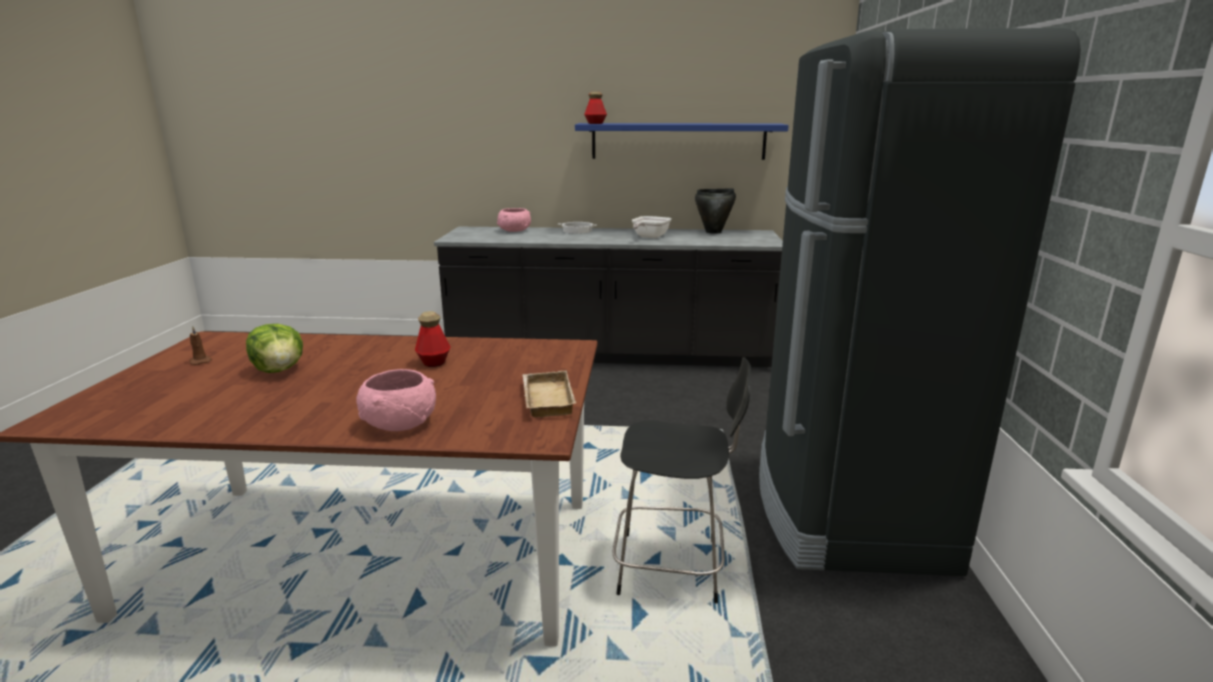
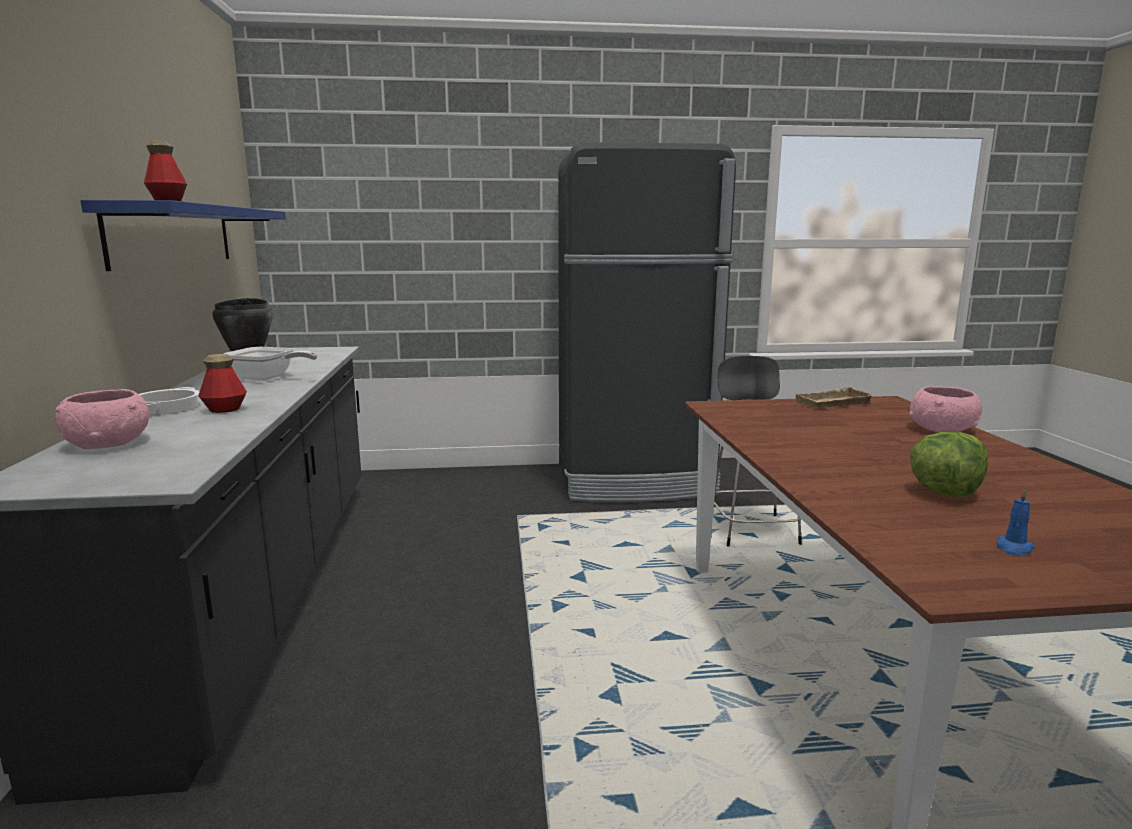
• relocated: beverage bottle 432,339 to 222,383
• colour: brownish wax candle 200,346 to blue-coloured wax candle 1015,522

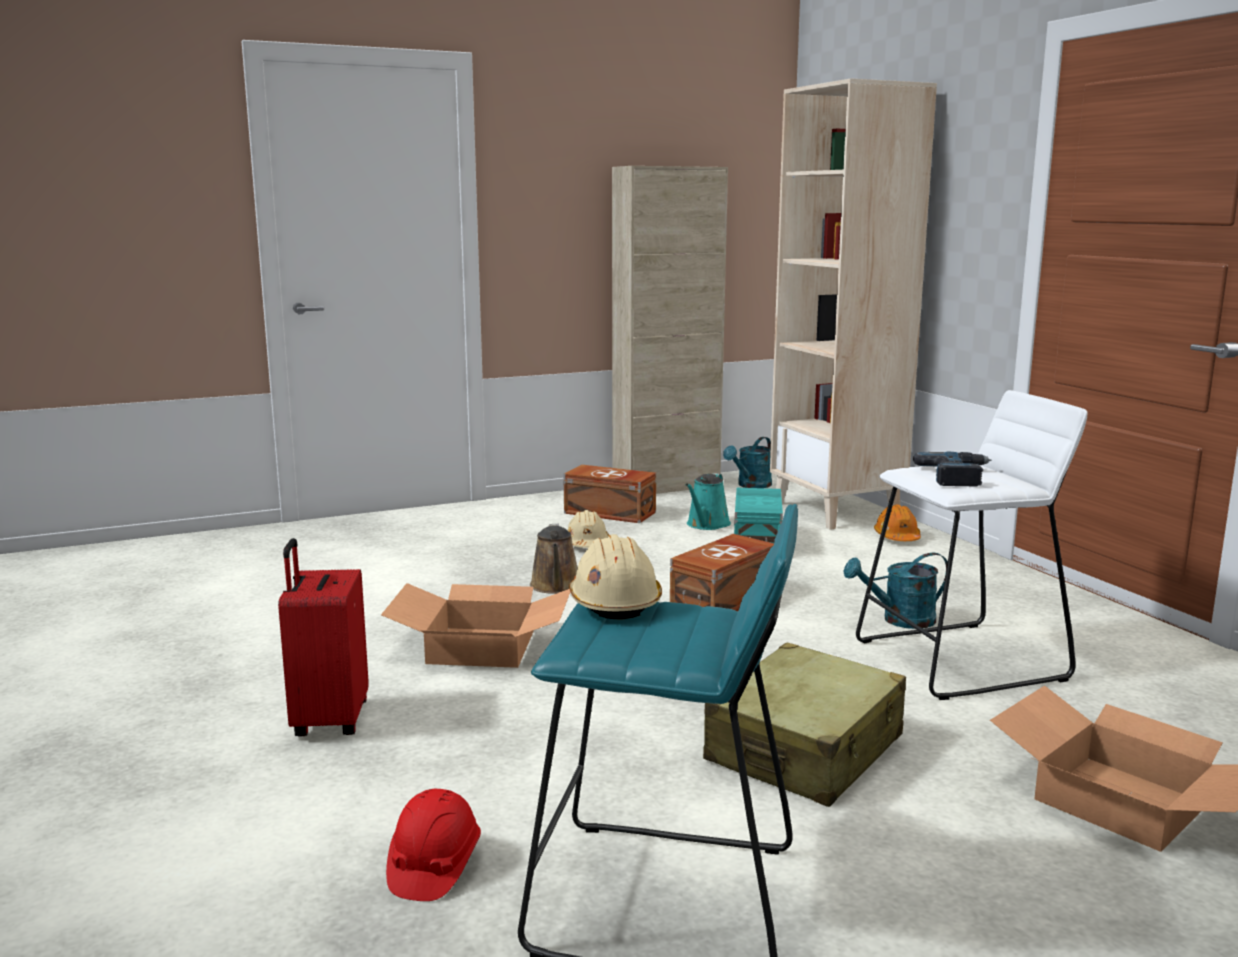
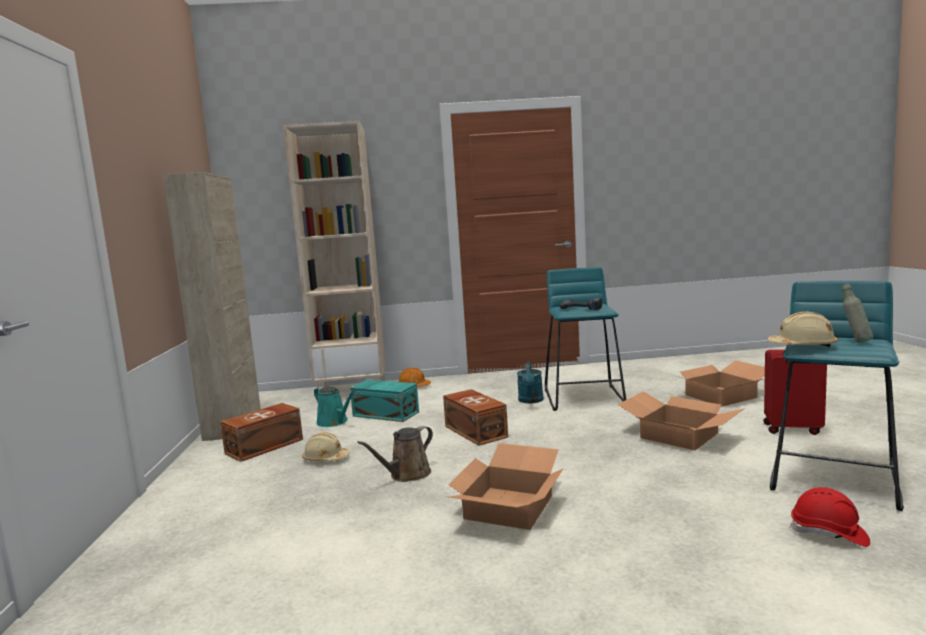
• spun: brownish watering can 554,558 = 395,454 120 degrees clockwise
• colour: whitish stool seat 971,545 to turquoise-coloured stool seat 585,339
• exchanged: beige-coloured piece of luggage 804,724 to packing box 680,420
• relocated: reddish piece of luggage 323,637 to 795,392
• appeared: gray beverage bottle 857,313
• missing: turquoise-coloured watering can 747,462

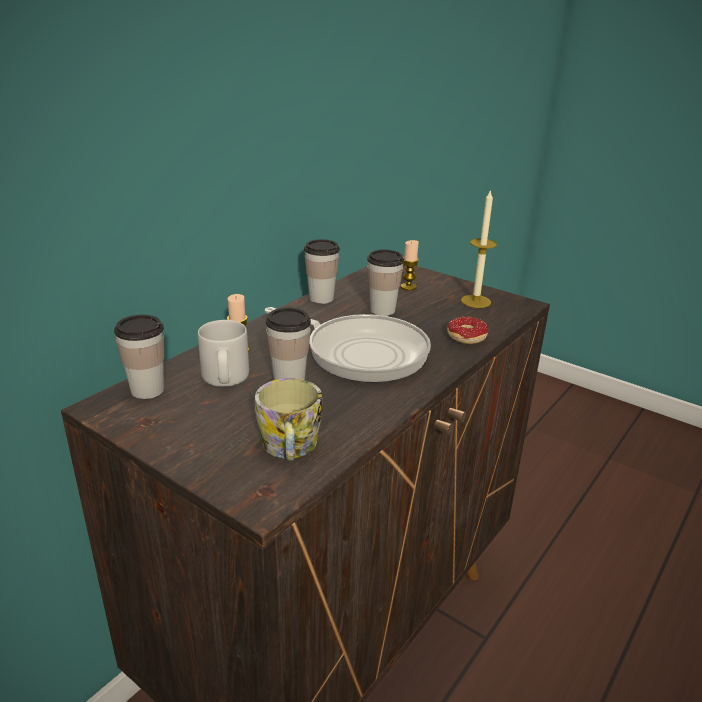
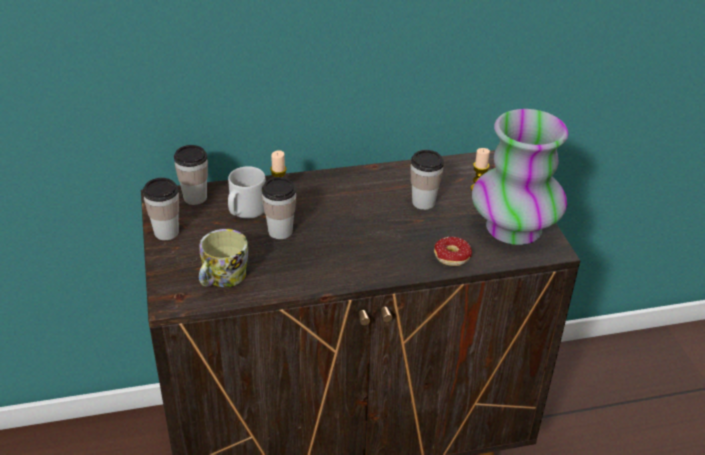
• relocated: cup 322,271 to 161,209
• exchanged: wax candle 479,248 to decorative vase 520,177
• missing: skillet 348,345

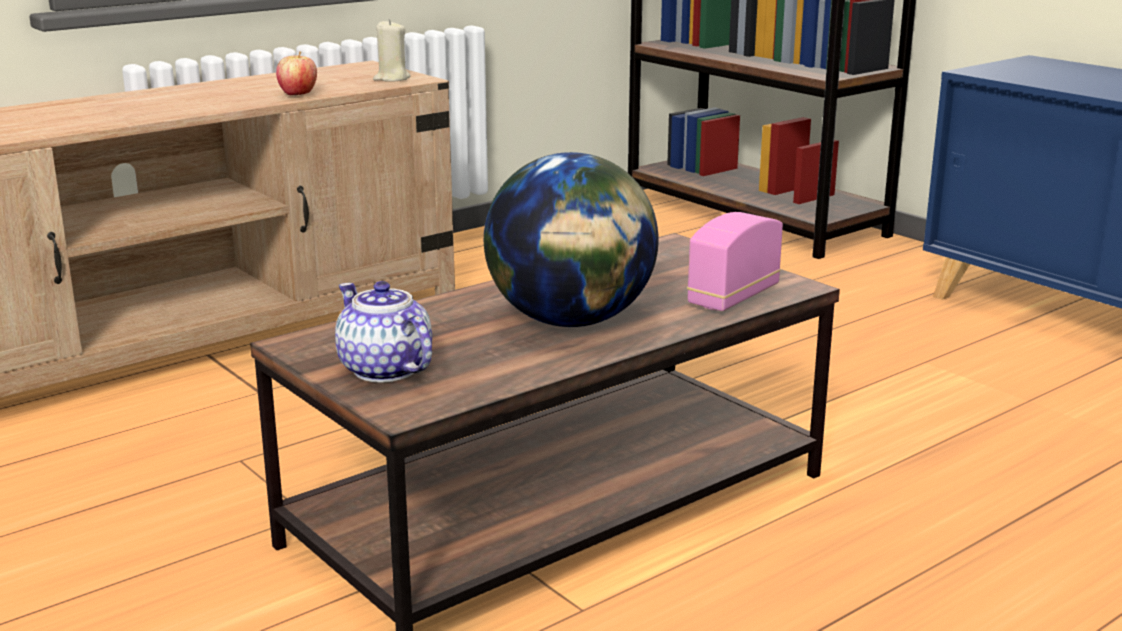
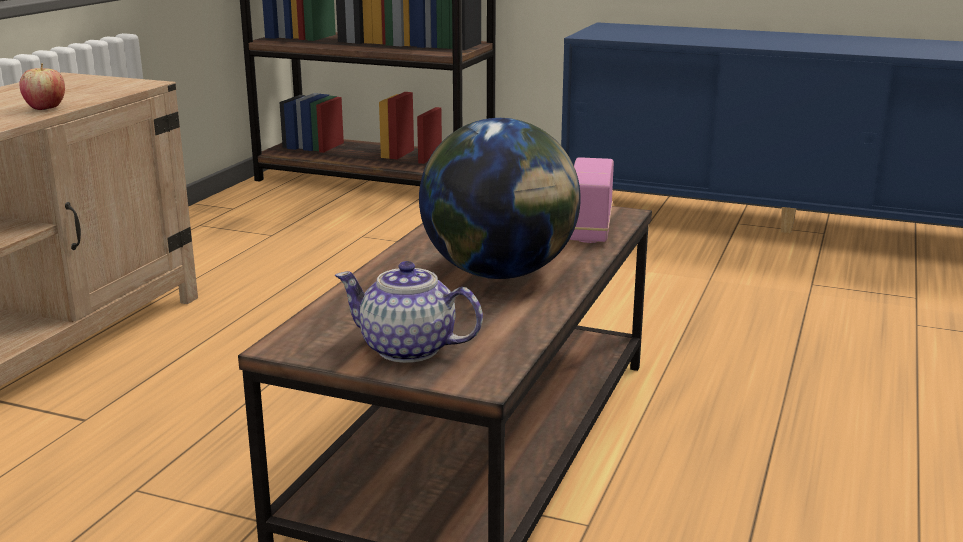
• missing: beige-coloured wax candle 391,50

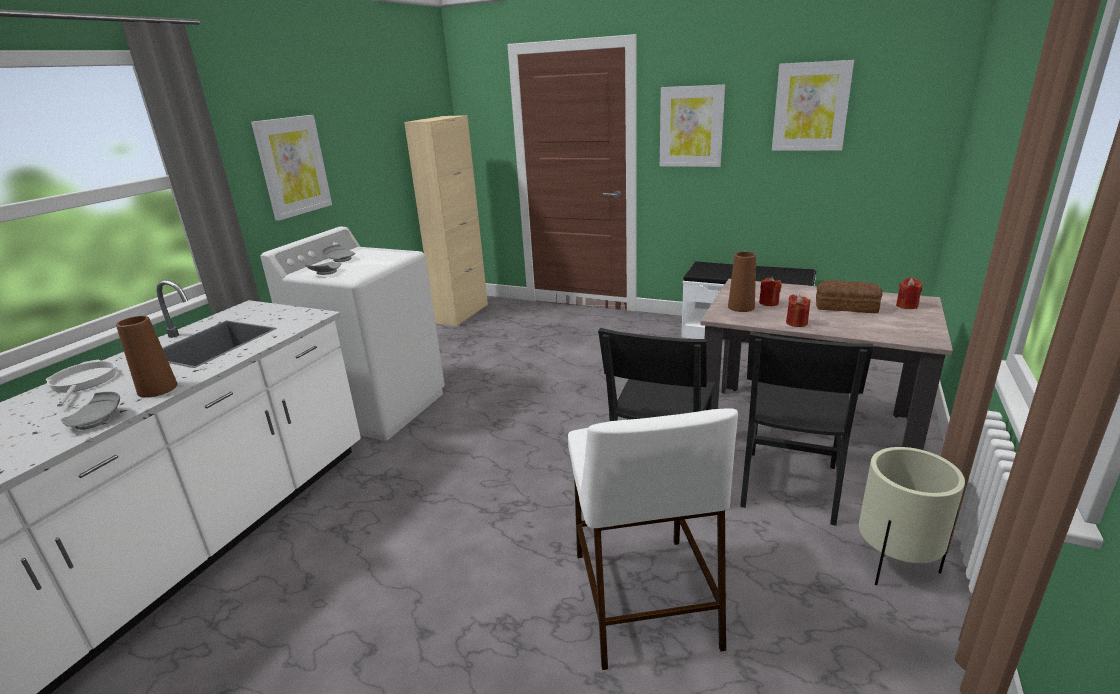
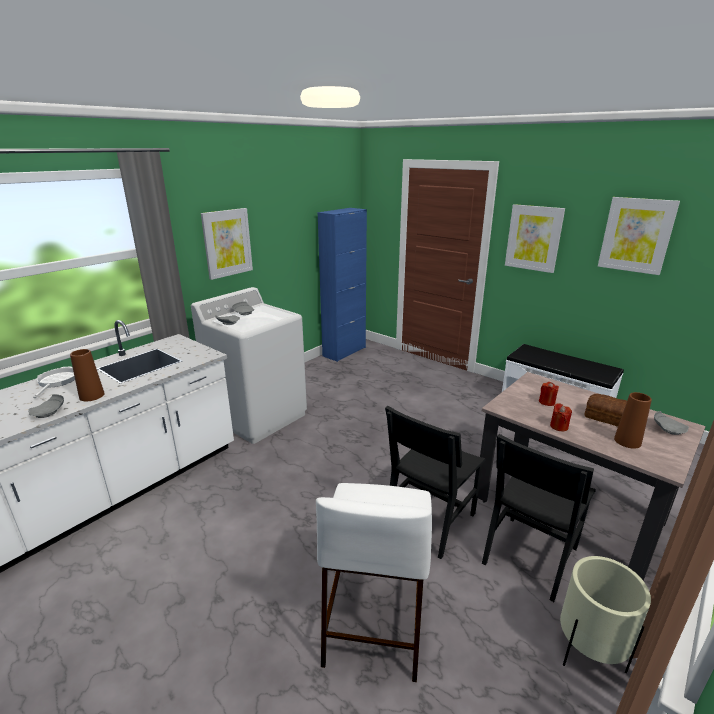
• colour: beige-coloured cupboard 446,220 to blue-coloured cupboard 342,285
• relocated: brownish decorative vase 742,282 to 633,420
• exchanged: reddish wax candle 909,293 to gray plate 671,423

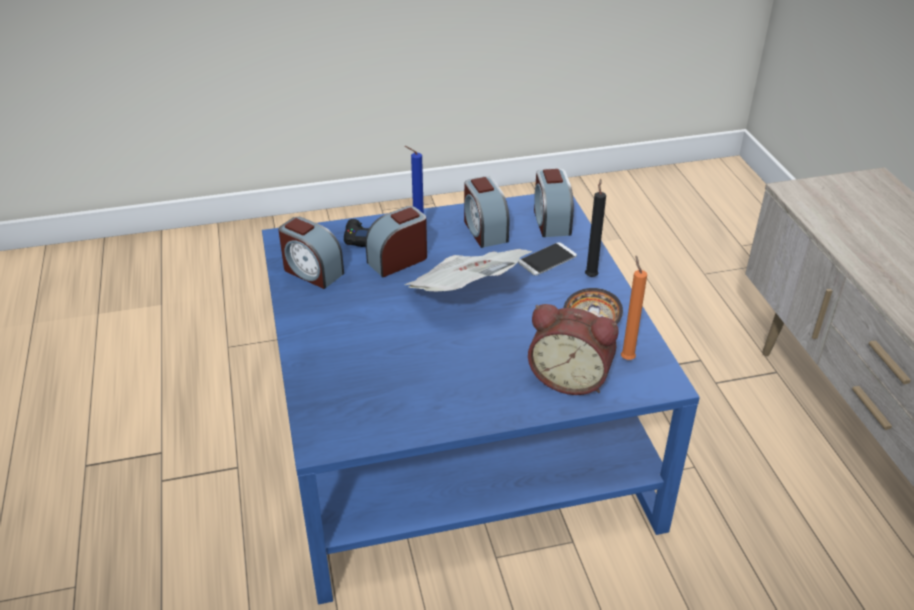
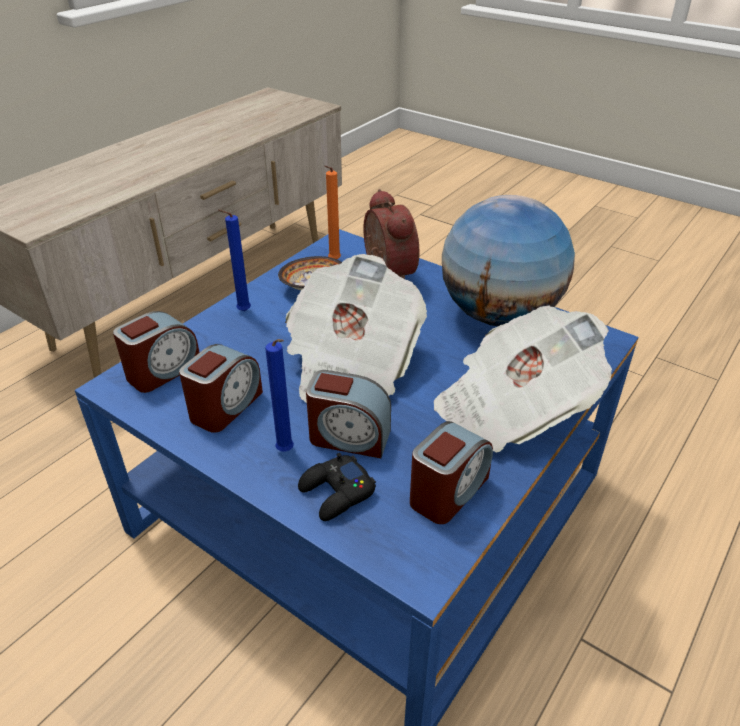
• colour: black wax candle 595,228 to blue-coloured wax candle 234,260
• spun: alarm clock 311,253 = 451,472 45 degrees clockwise
• appeared: printed paper 523,379
• appeared: desk globe 508,260
• missing: telephone 547,258

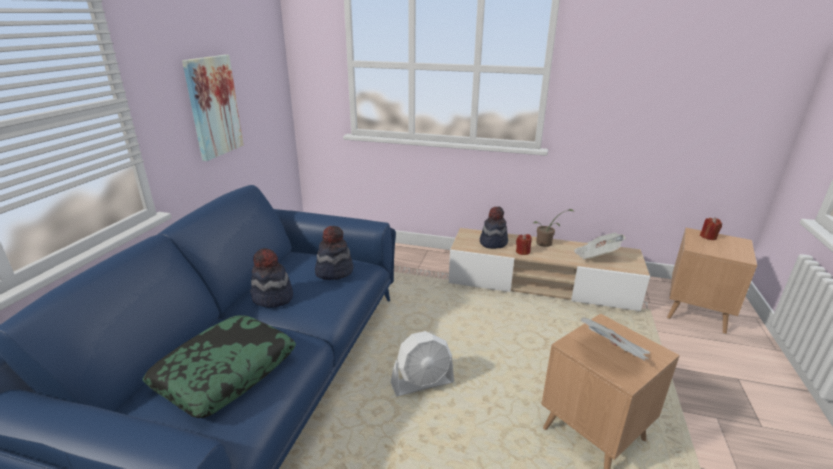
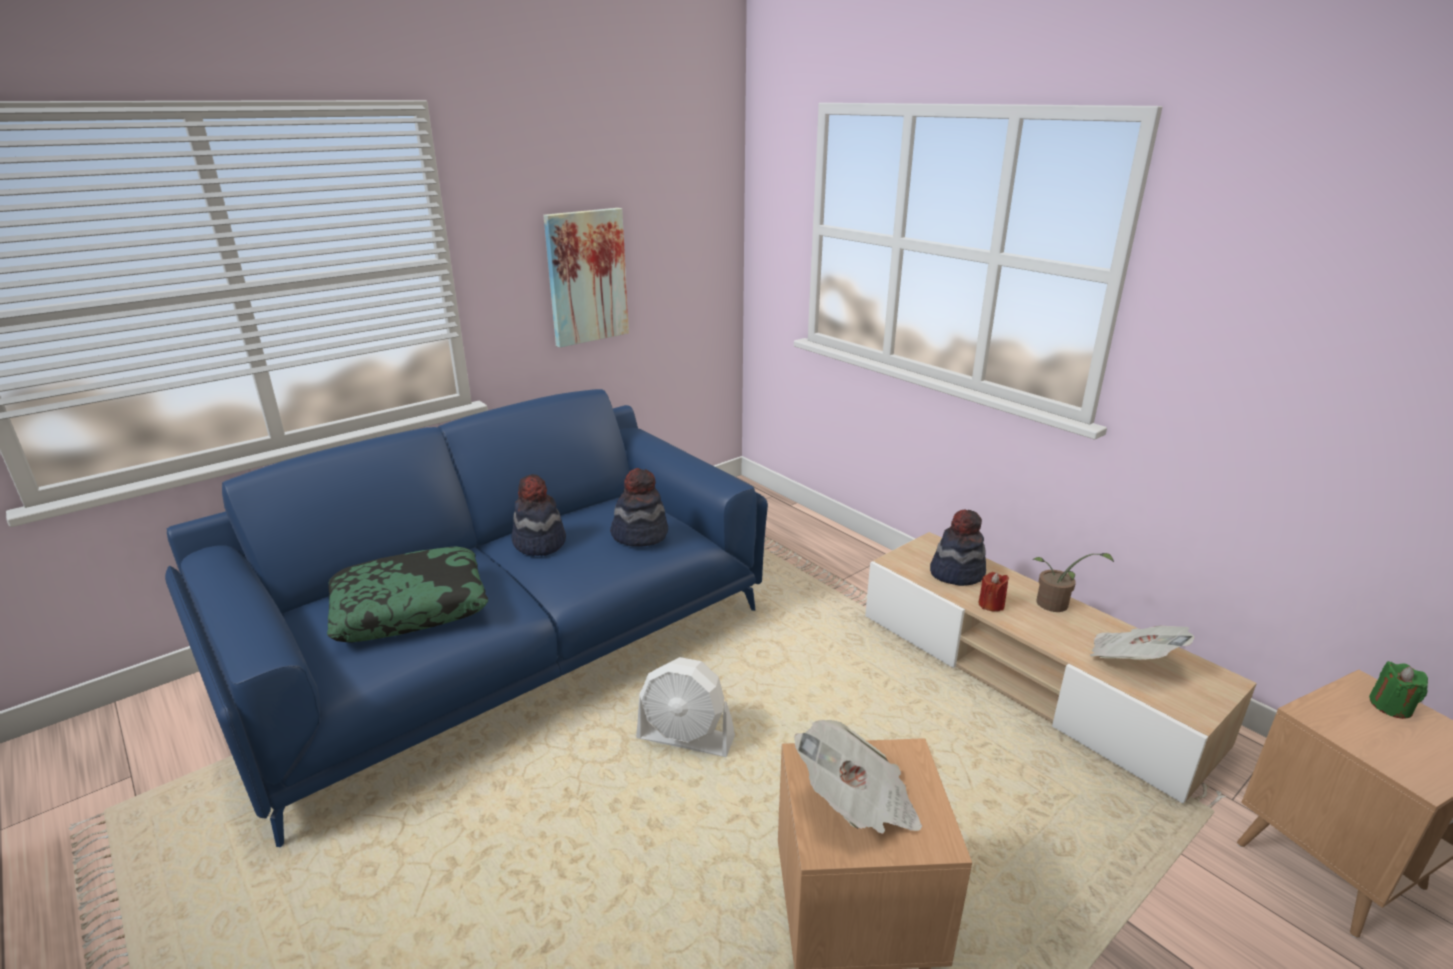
• colour: reddish wax candle 711,229 to green wax candle 1398,690

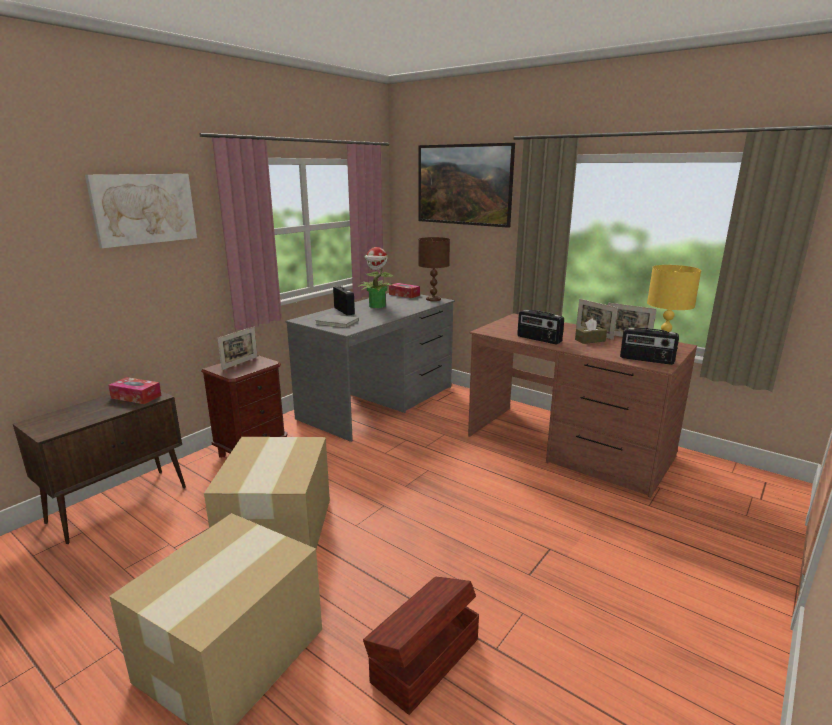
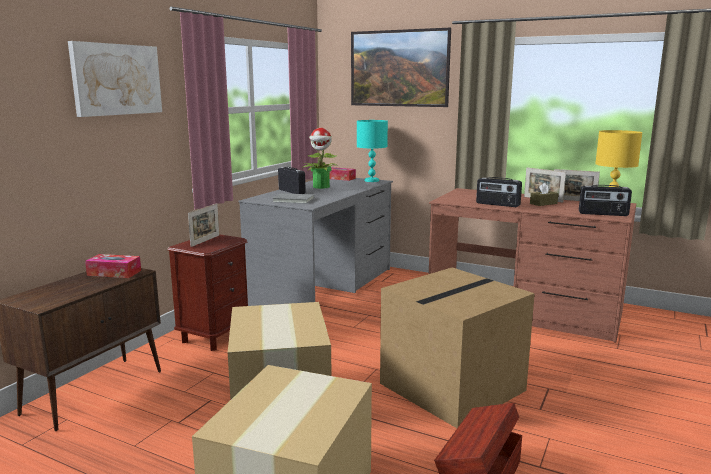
• colour: brownish table lamp 434,269 to turquoise-coloured table lamp 372,151
• appeared: packing box 457,347

